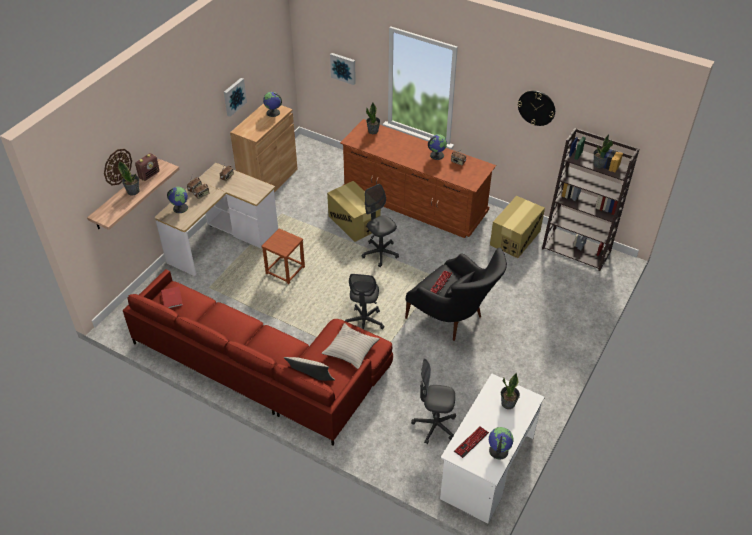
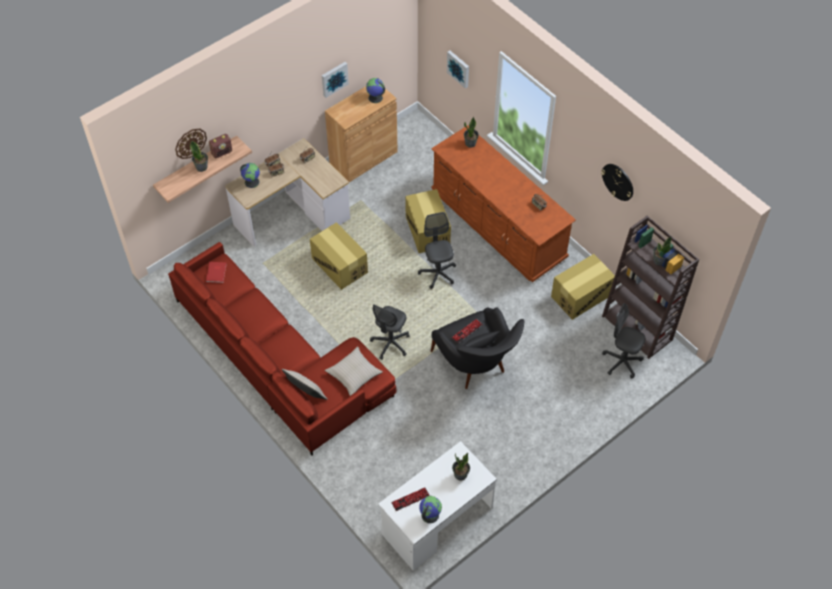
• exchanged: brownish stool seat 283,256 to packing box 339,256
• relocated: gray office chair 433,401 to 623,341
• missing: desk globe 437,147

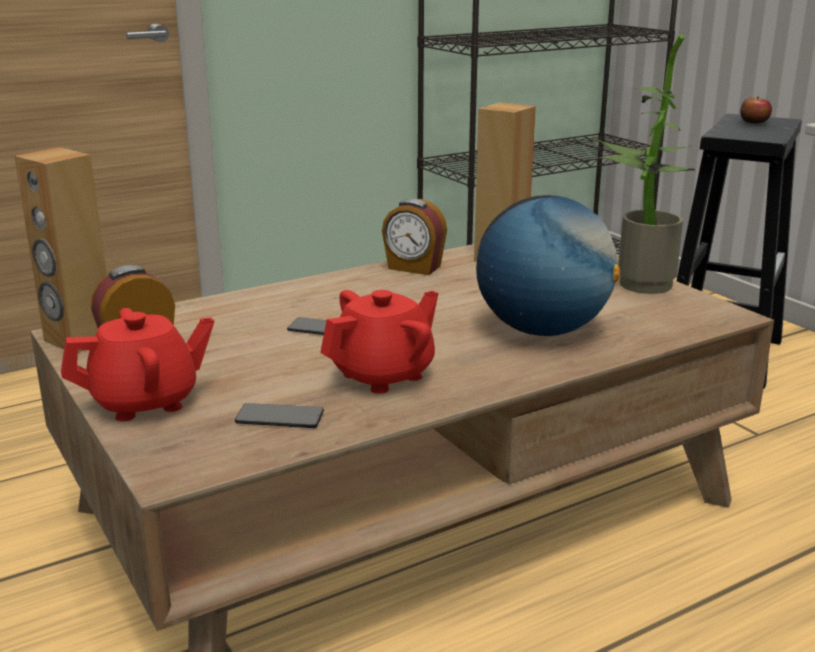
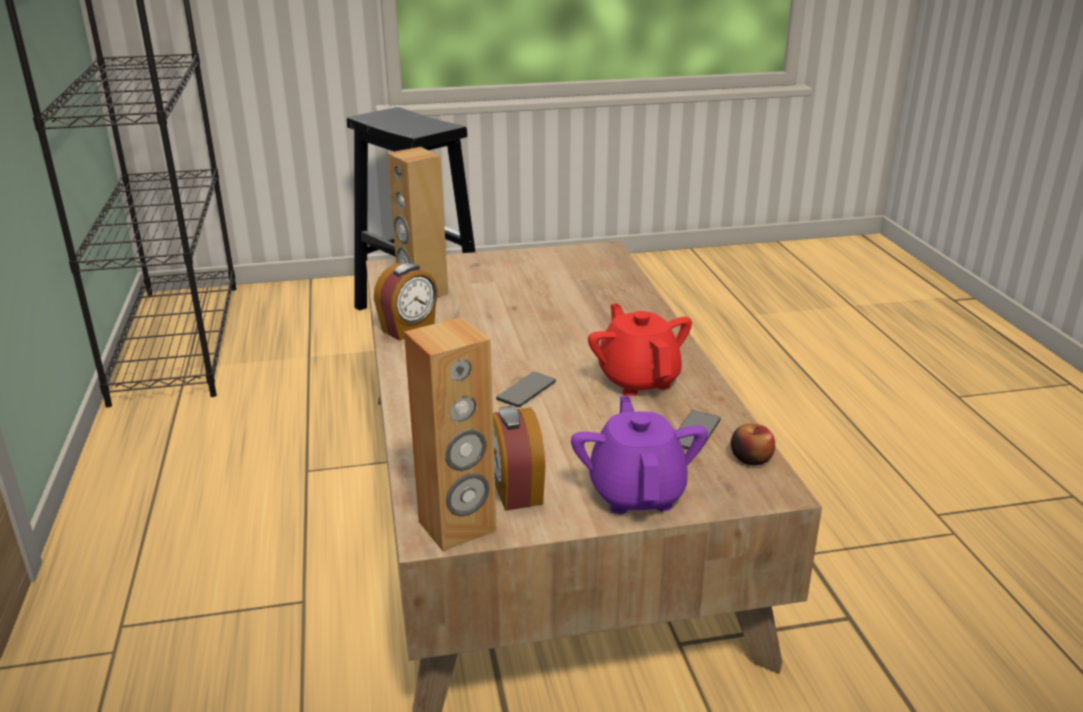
• colour: reddish pot for tea 137,364 to purplish pot for tea 639,454
• relocated: apple fruit 756,110 to 753,444
• missing: desk globe 548,265
• missing: houseplant 644,164

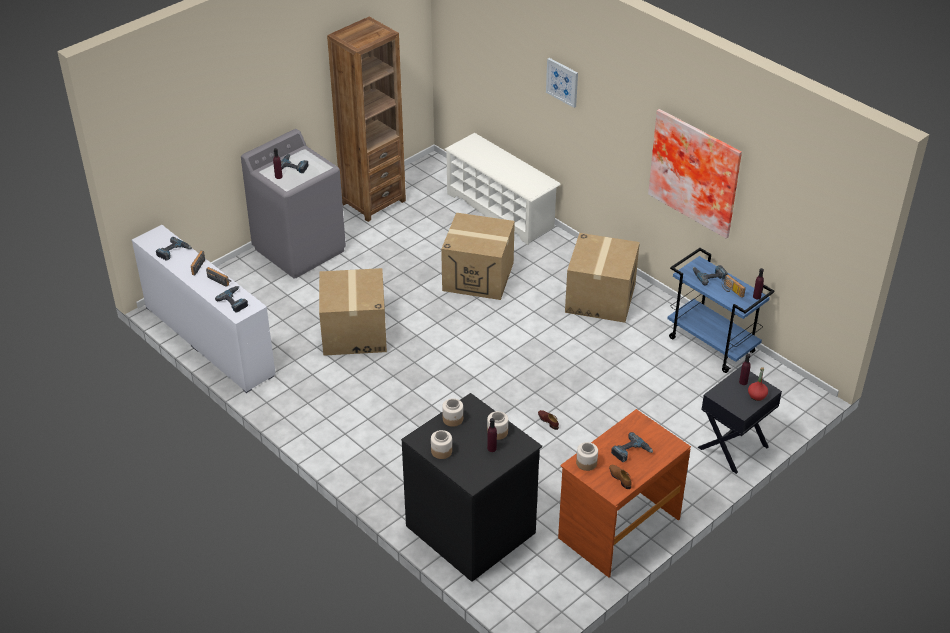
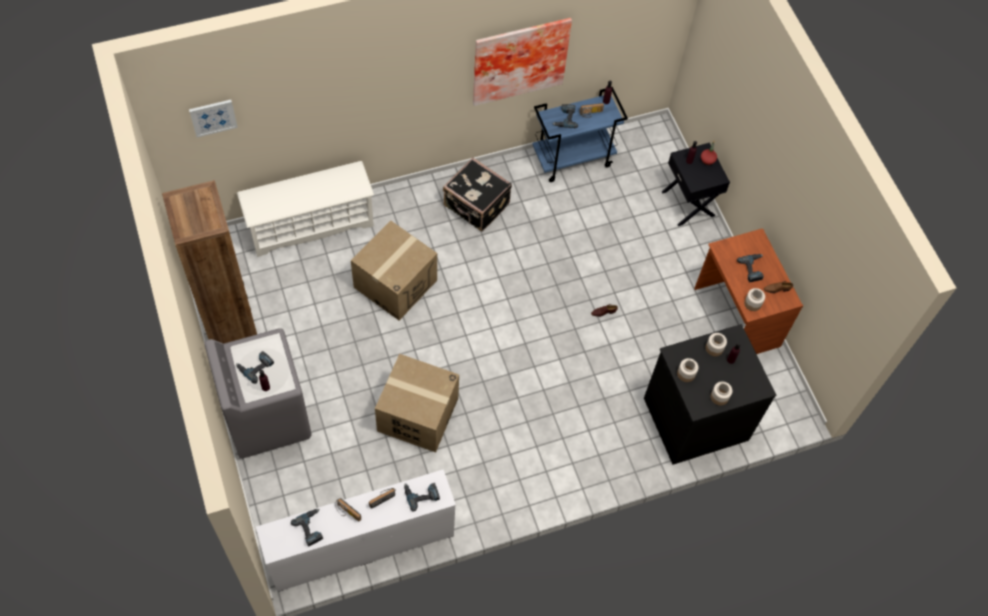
• relocated: wall picture 562,83 to 213,119
• exchanged: packing box 602,278 to black piece of luggage 477,194

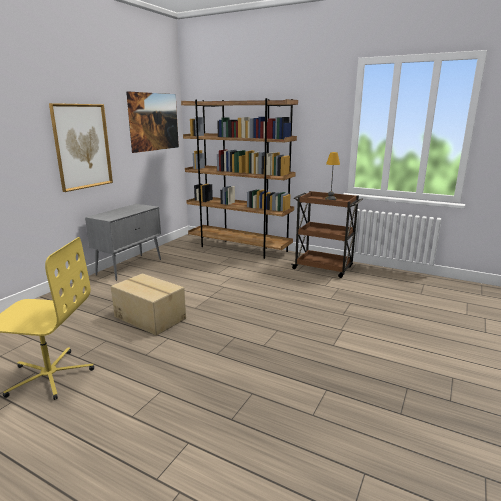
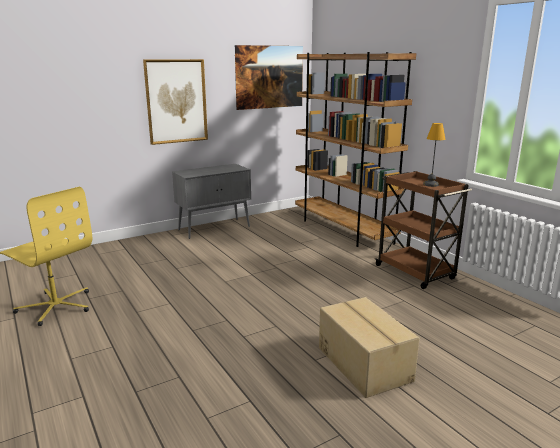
• relocated: packing box 148,304 to 369,347

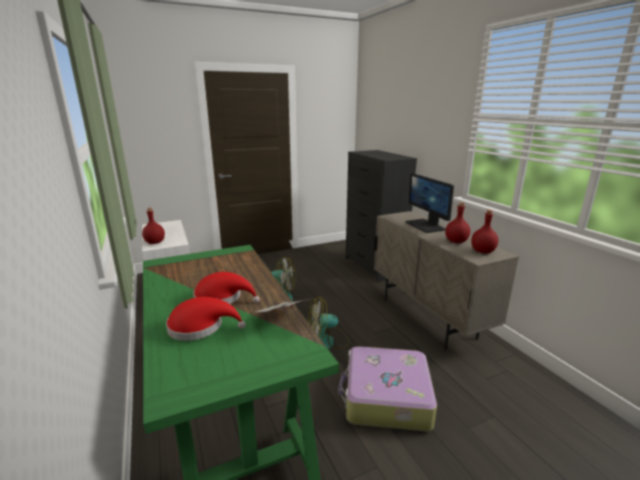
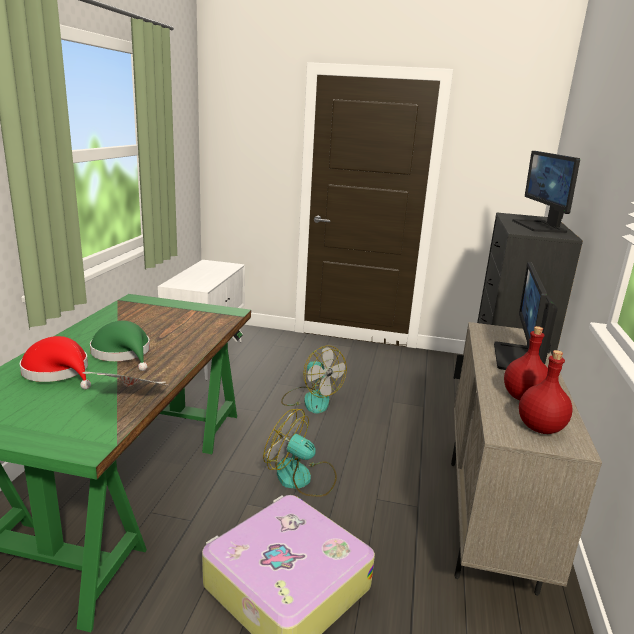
• colour: reddish hat 226,288 to green hat 120,346
• appeared: computer screen 546,192
• missing: reddish beverage bottle 153,226

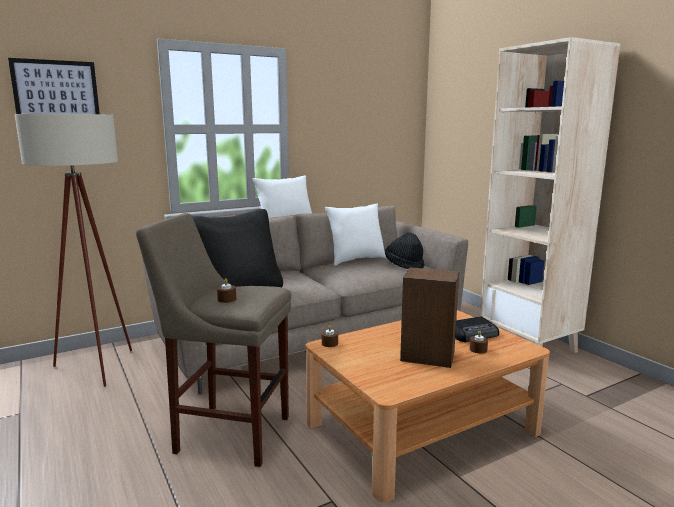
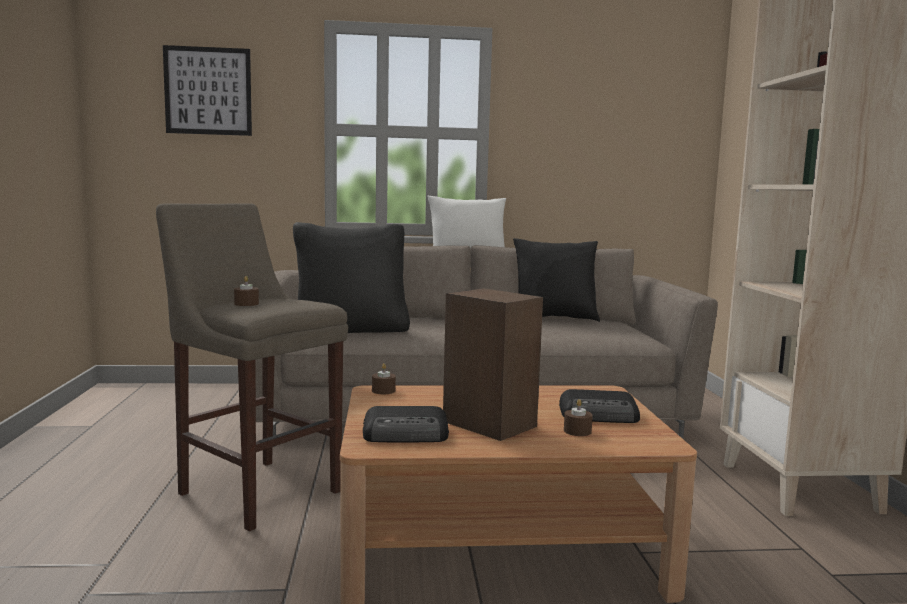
• appeared: radio receiver 406,424
• colour: whitish pillow 356,234 to black pillow 556,280
• missing: beige-coloured standing lamp 73,250
• missing: black hat 405,251

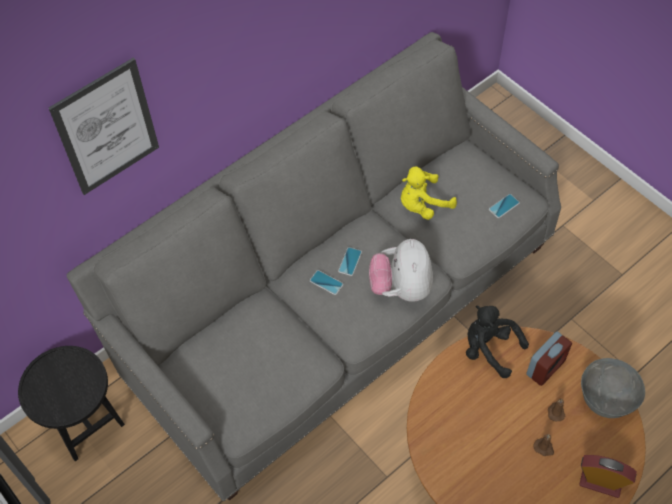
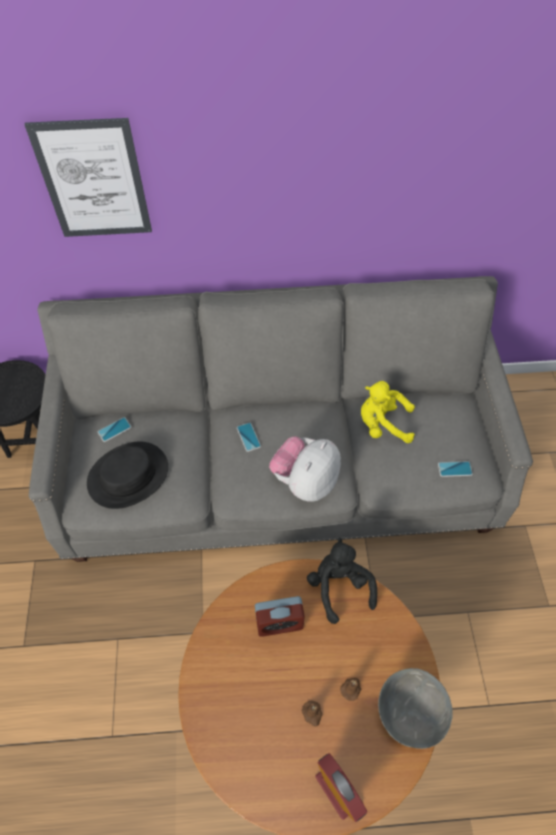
• appeared: black hat 127,475
• relocated: telephone 350,261 to 114,429
• relocated: alarm clock 549,358 to 280,616

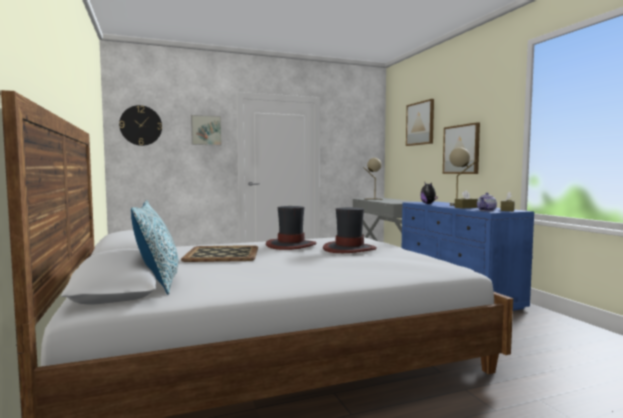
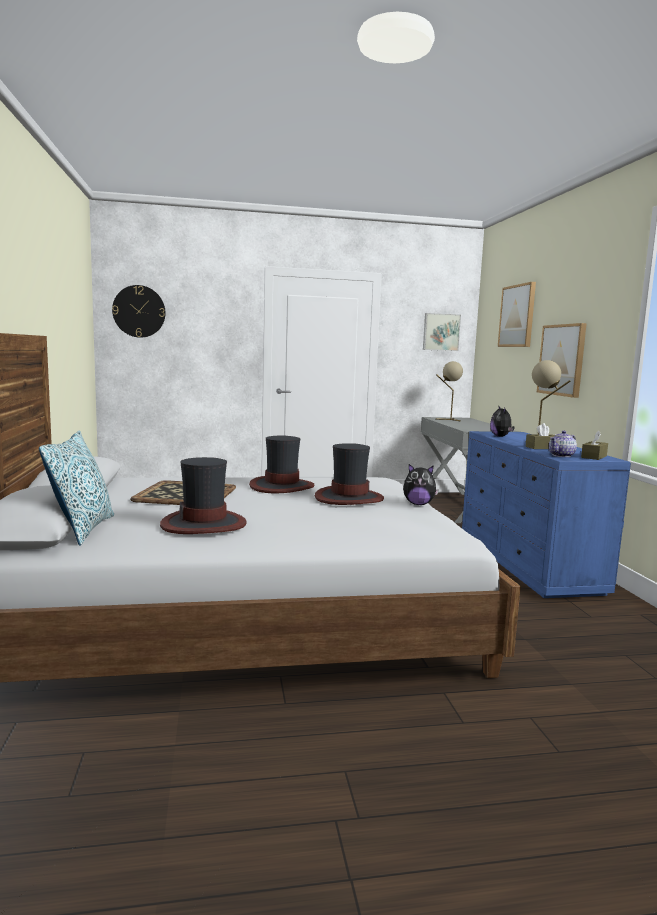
• appeared: hat 203,495
• appeared: soft toy 421,484
• relocated: wall picture 206,130 to 442,332

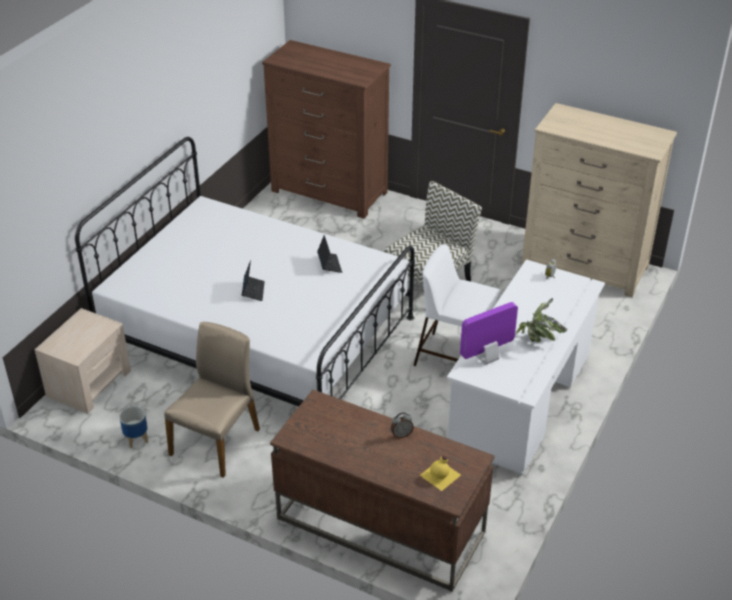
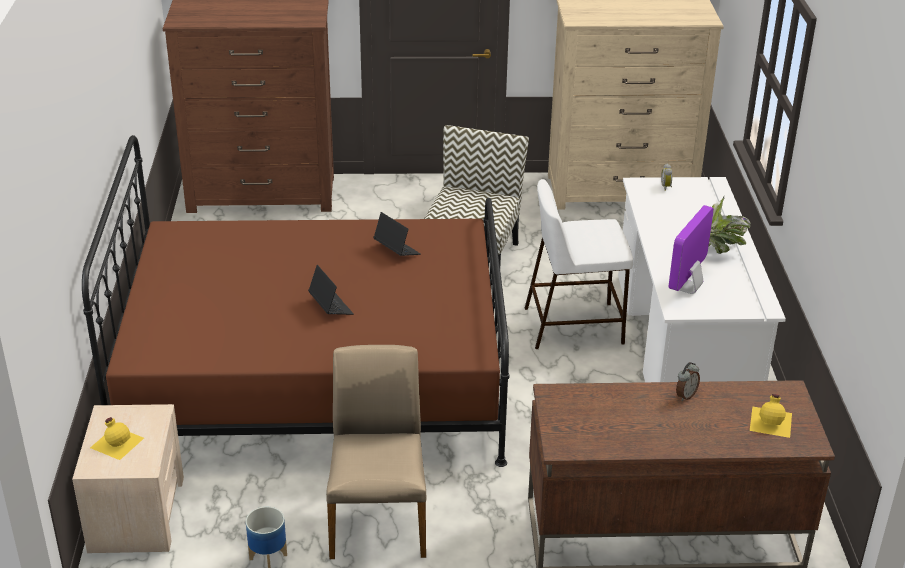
• colour: whitish bedroom bed 245,272 to brownish bedroom bed 295,301
• appeared: yellow-coloured beverage bottle 117,438

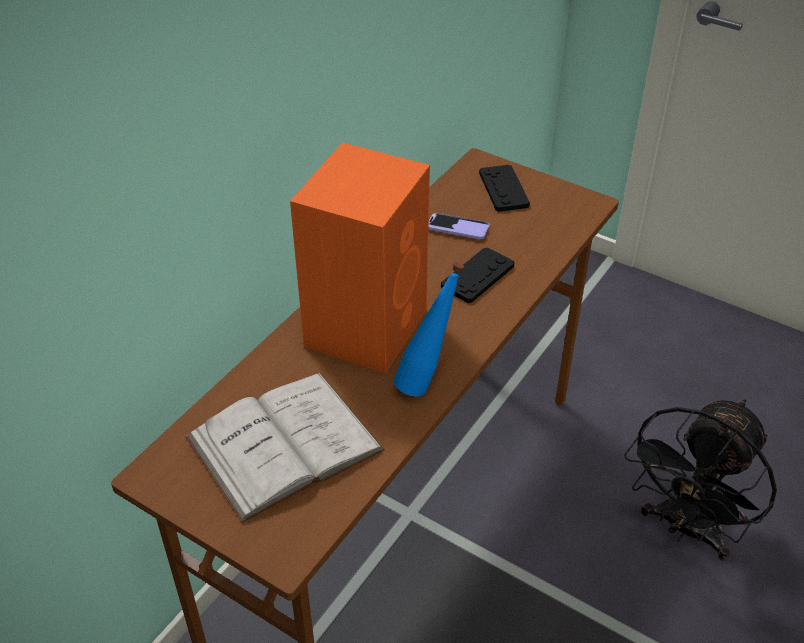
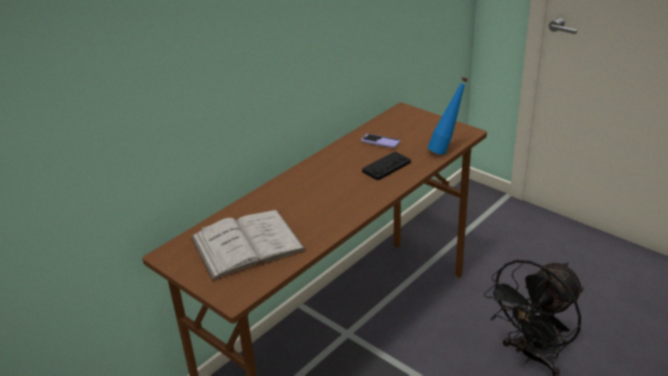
• relocated: blue-coloured beverage bottle 429,329 to 448,116
• missing: orangey speaker 360,258
• missing: black game controller 504,188

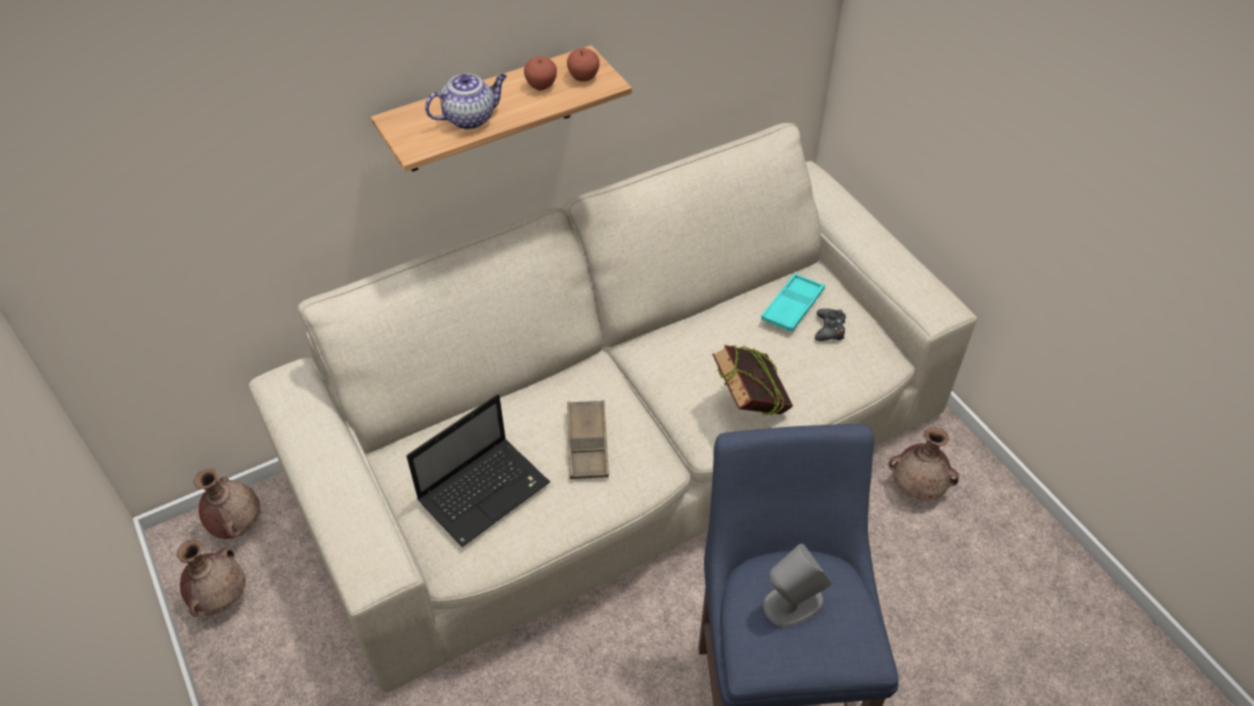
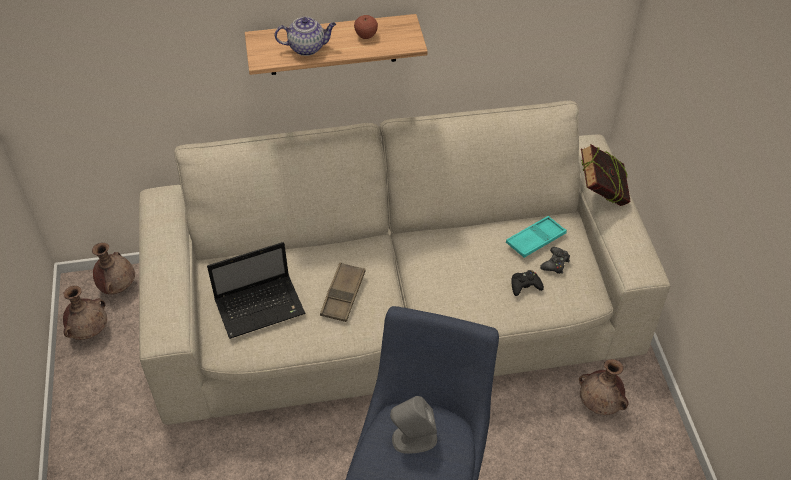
• appeared: black game controller 527,283
• relocated: volume 752,380 to 606,175
• missing: apple fruit 583,65

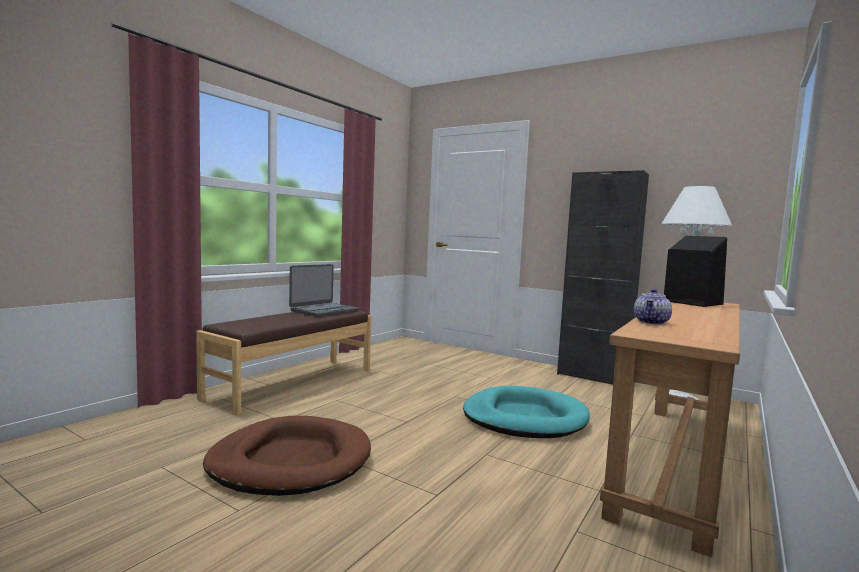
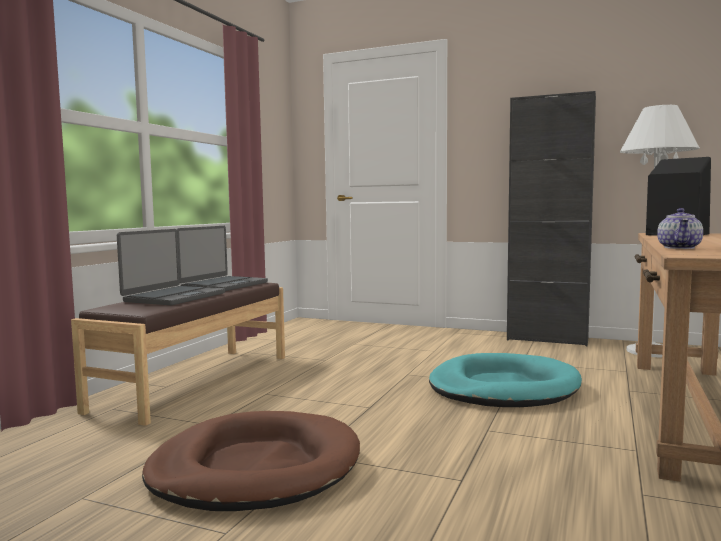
• appeared: laptop 171,267

